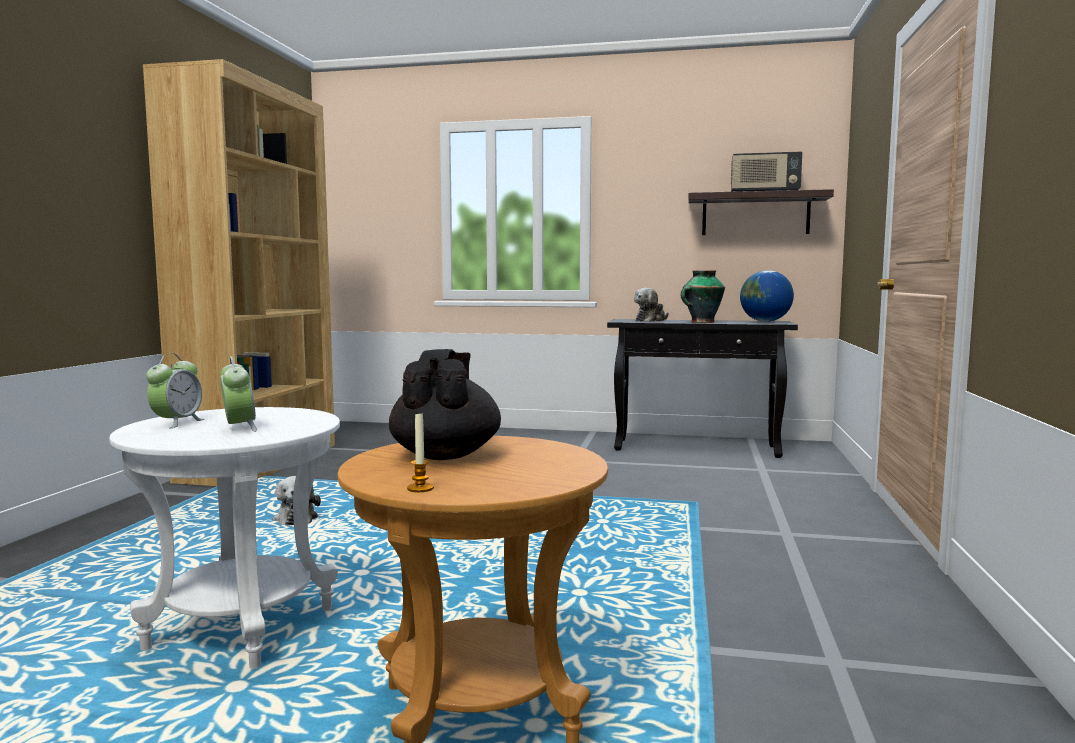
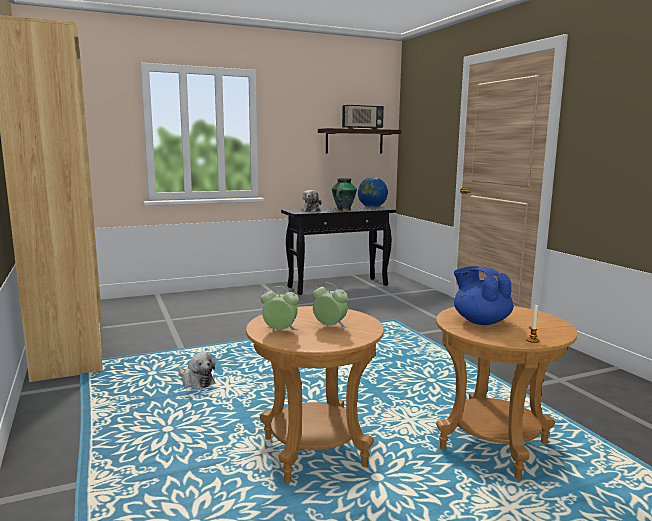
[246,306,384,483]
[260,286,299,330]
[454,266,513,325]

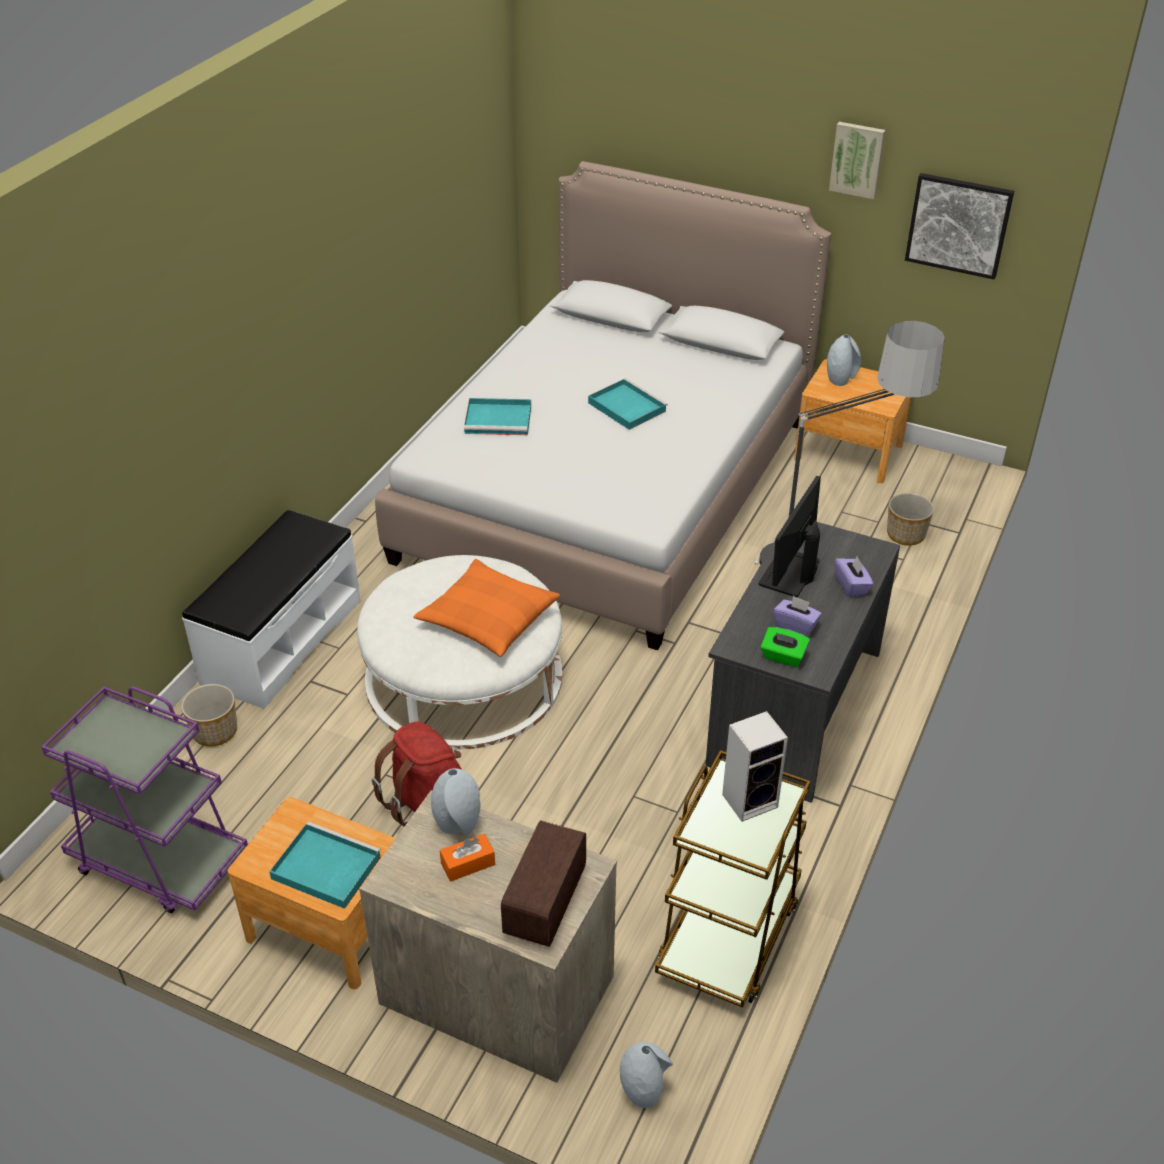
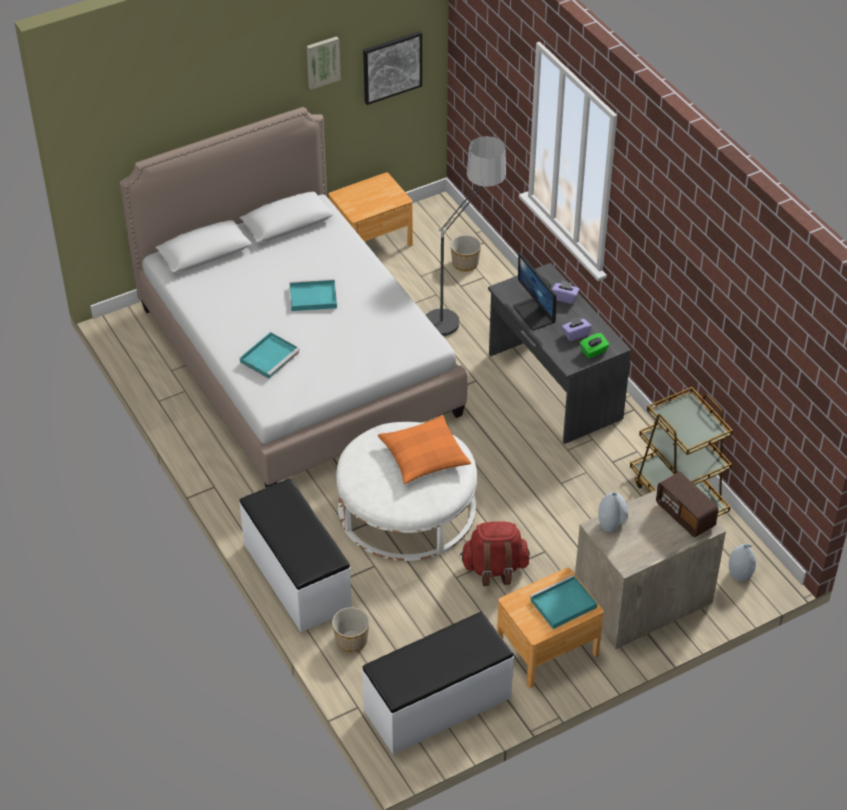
[362,612,514,755]
[440,834,495,882] (first image)
[722,711,788,822] (first image)
[827,334,861,386] (first image)

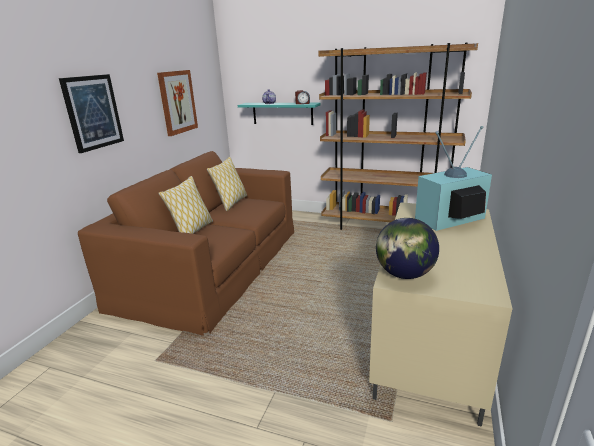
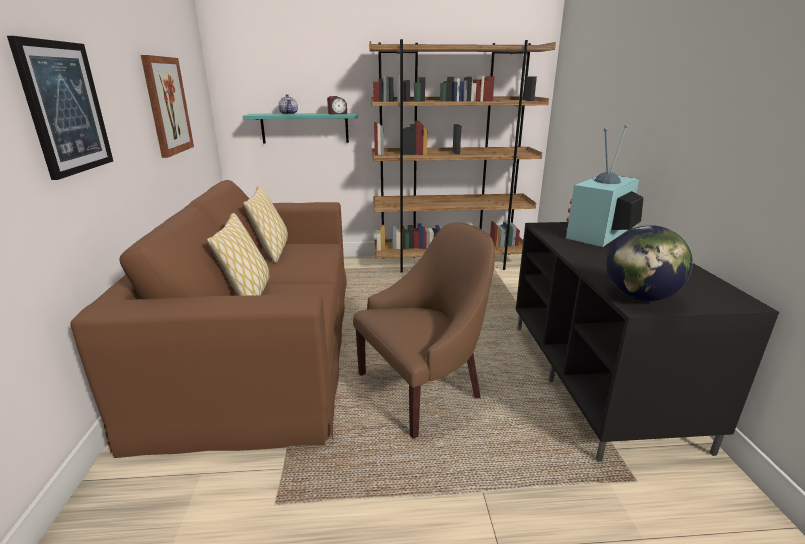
[516,222,779,462]
[353,222,495,439]

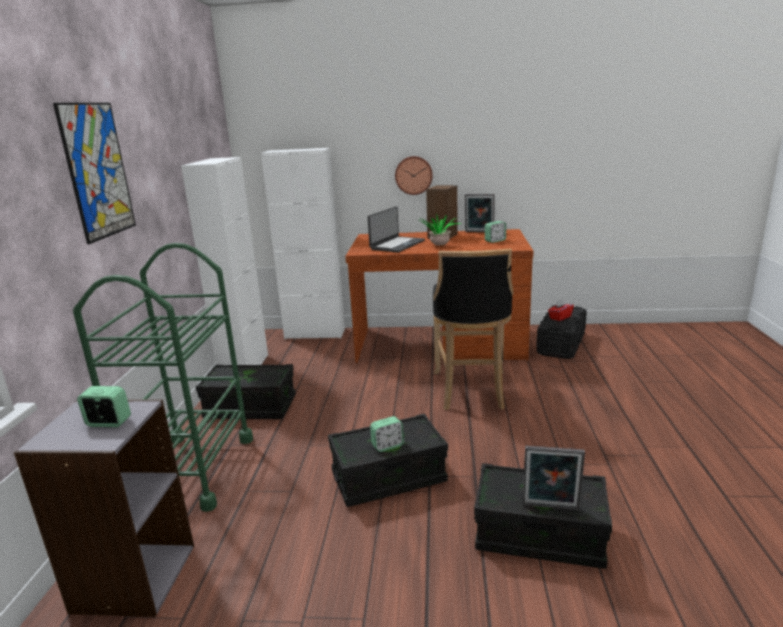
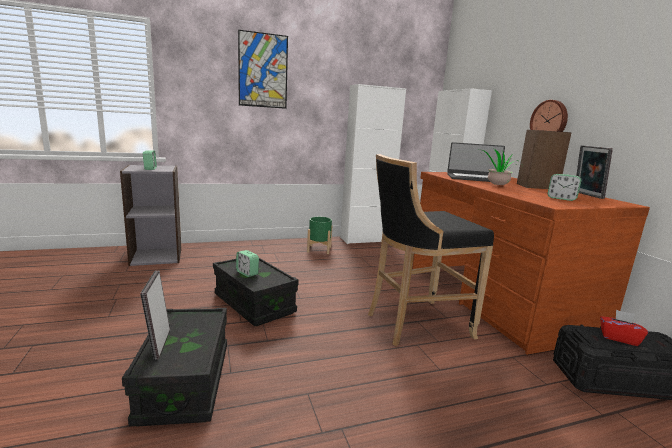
[73,243,253,512] (first image)
[307,217,332,254]

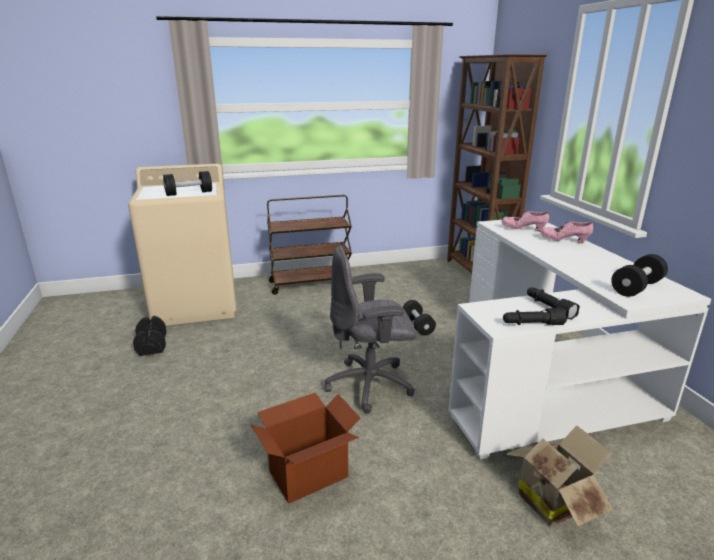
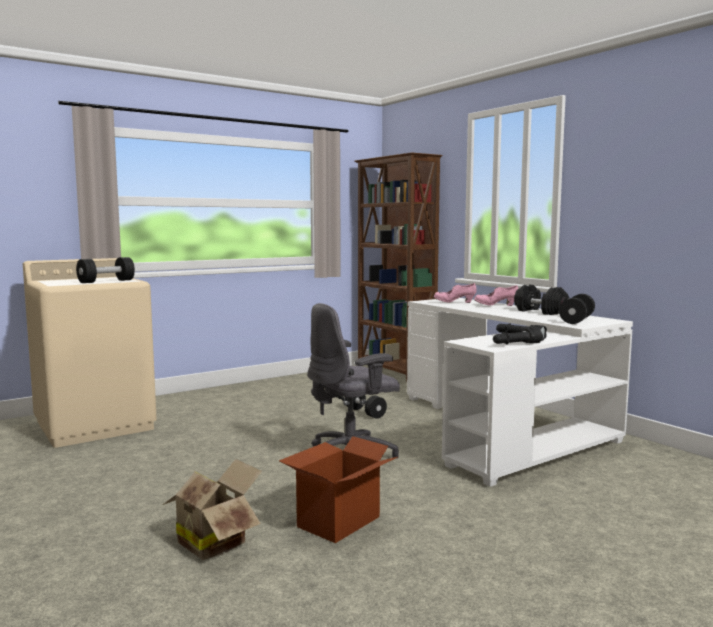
[514,284,569,315]
[267,195,352,295] (first image)
[163,459,262,560]

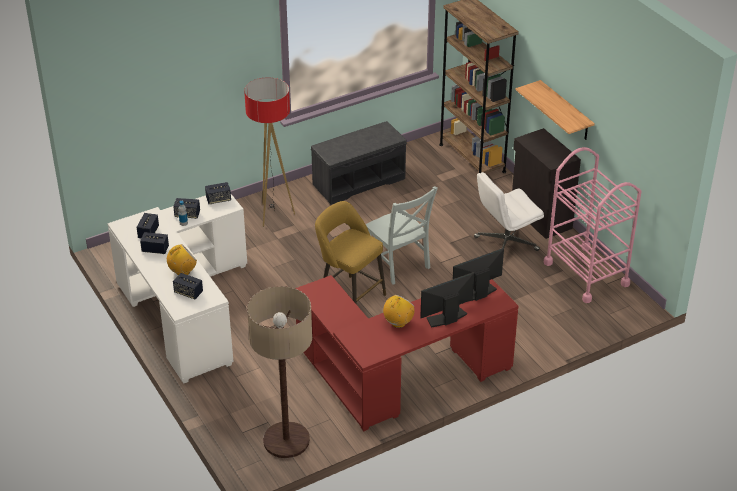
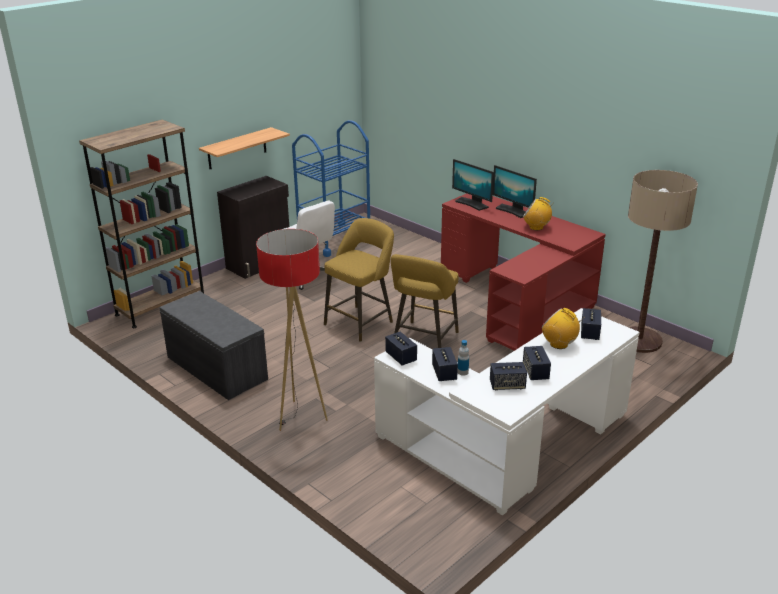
[324,218,394,342]
[292,120,370,257]

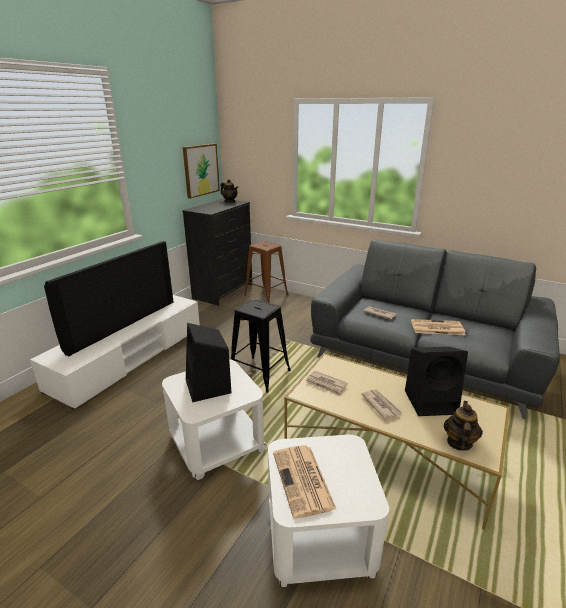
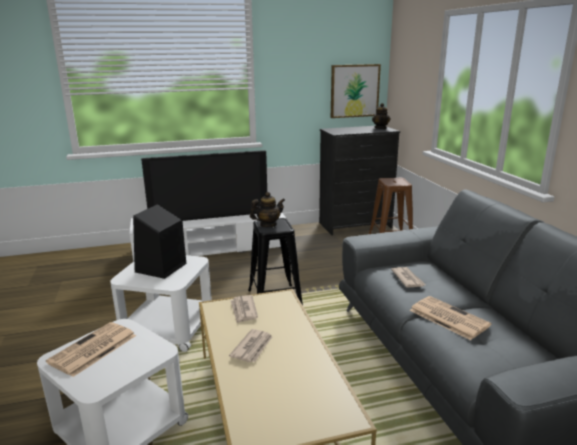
[405,347,468,416] (first image)
[250,192,285,227]

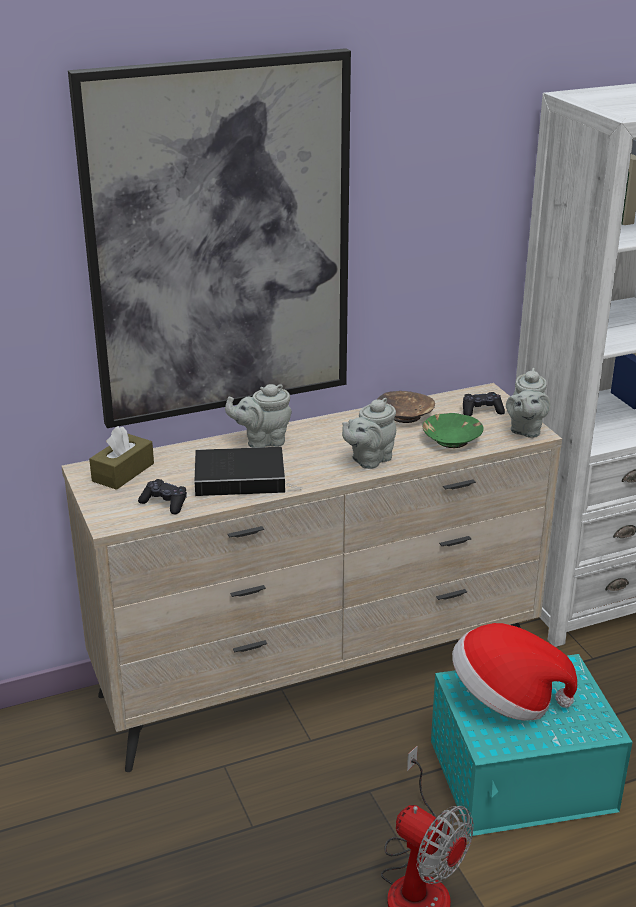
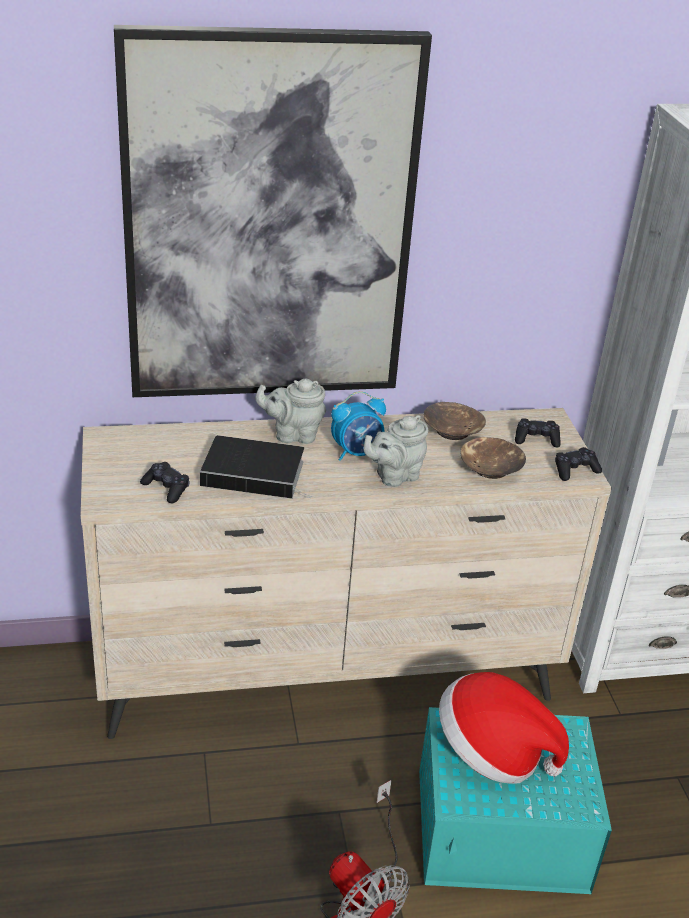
[89,426,154,490] (first image)
[460,437,526,479]
[555,447,602,481]
[331,391,386,461]

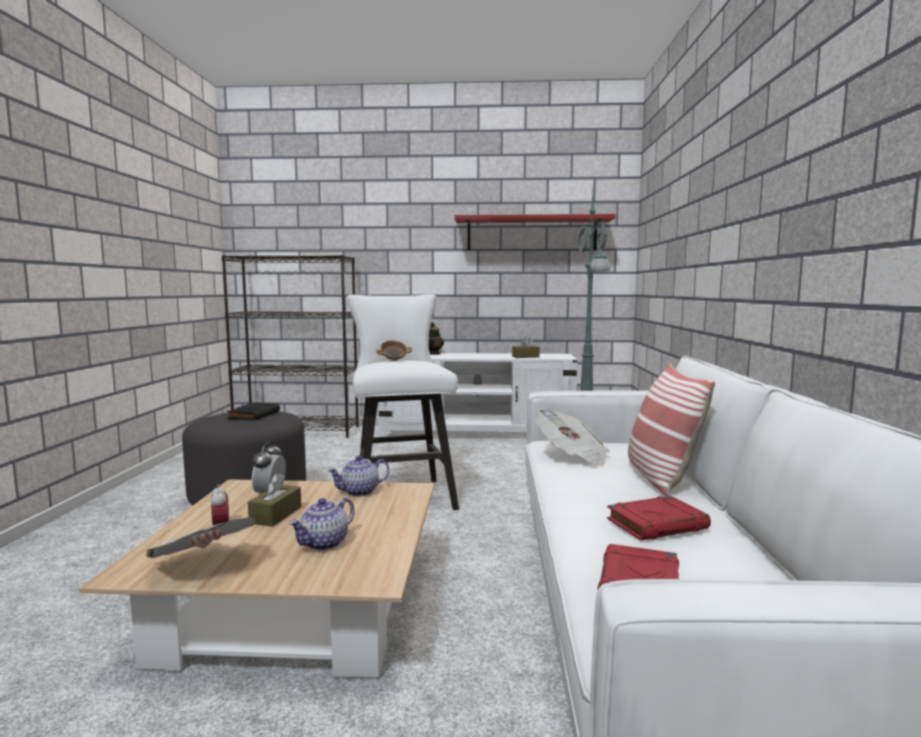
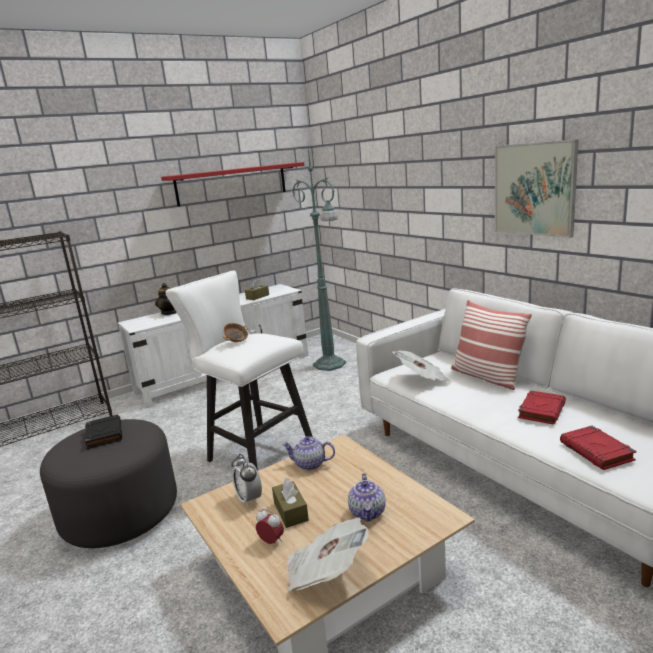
[282,436,335,470]
[495,139,579,238]

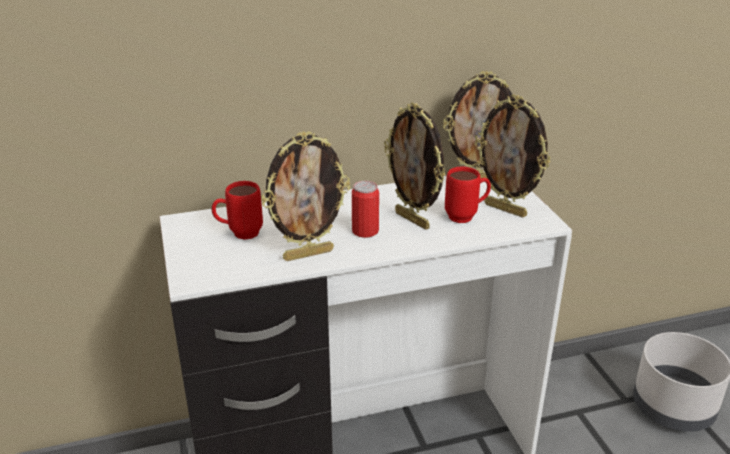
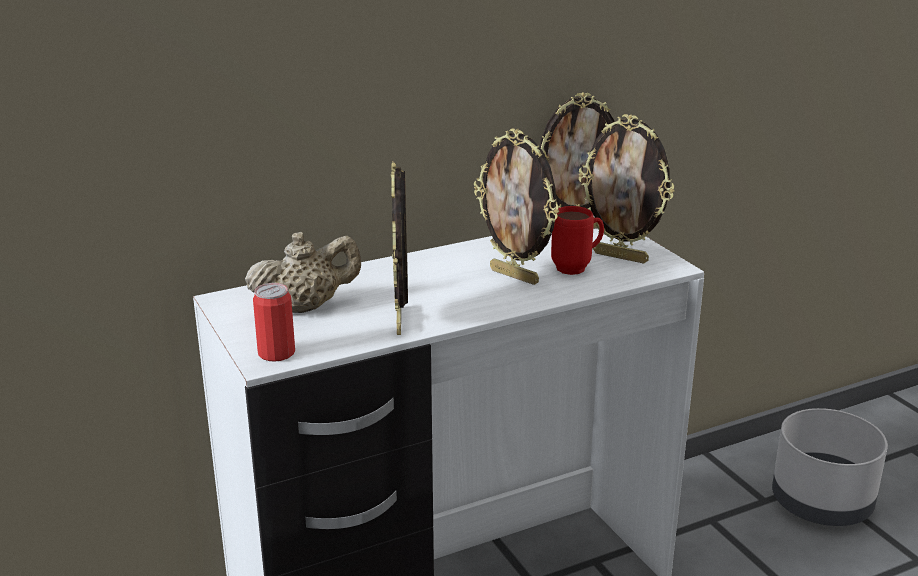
[245,232,361,313]
[391,161,408,335]
[253,283,295,362]

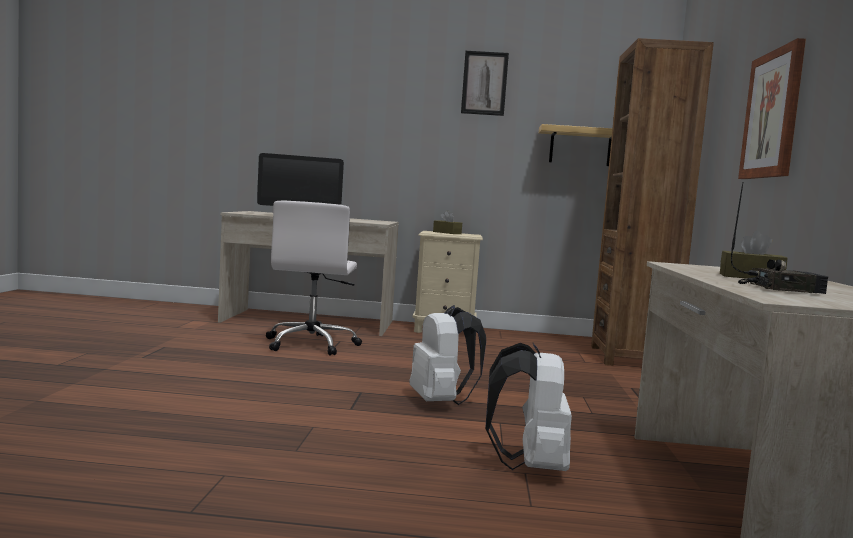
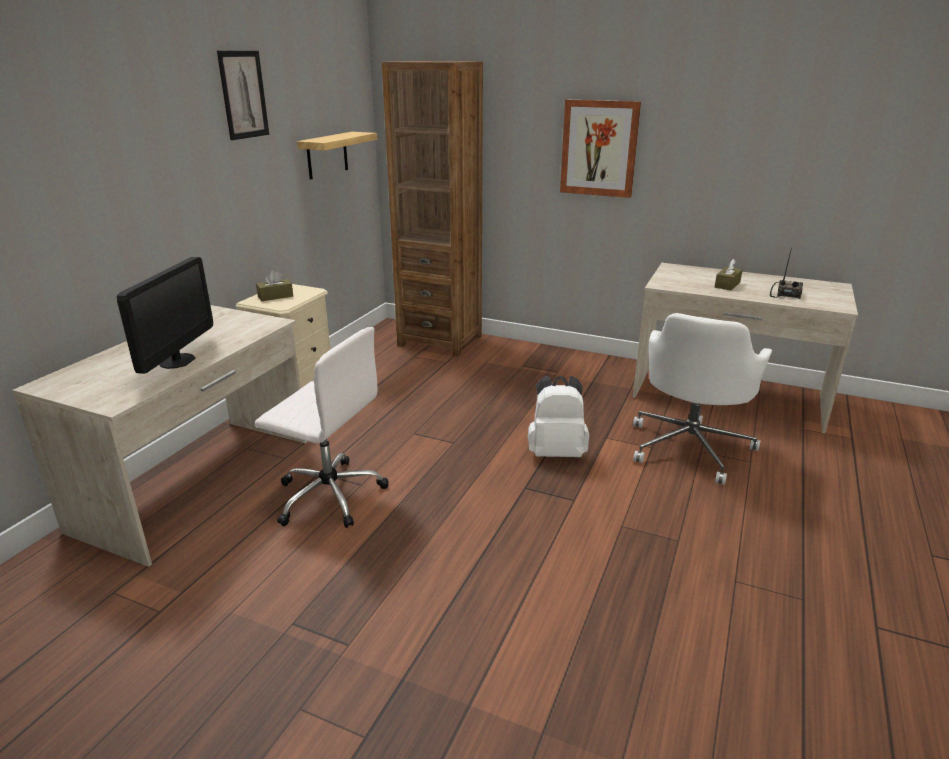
[633,313,772,485]

